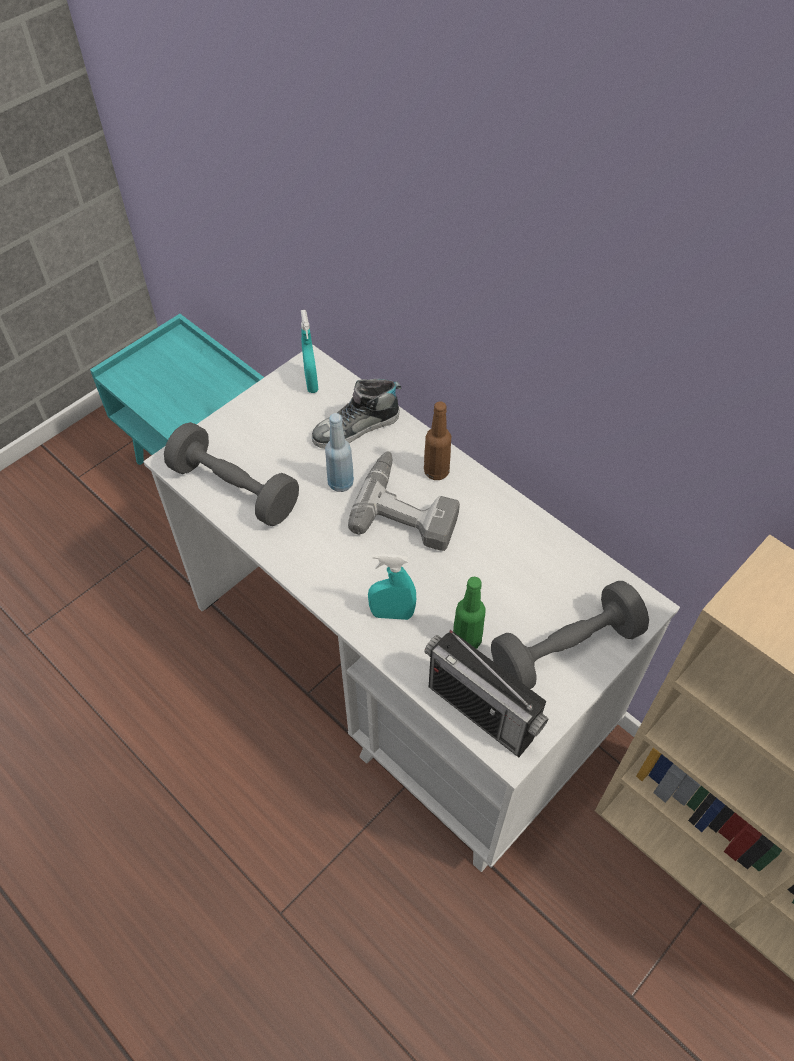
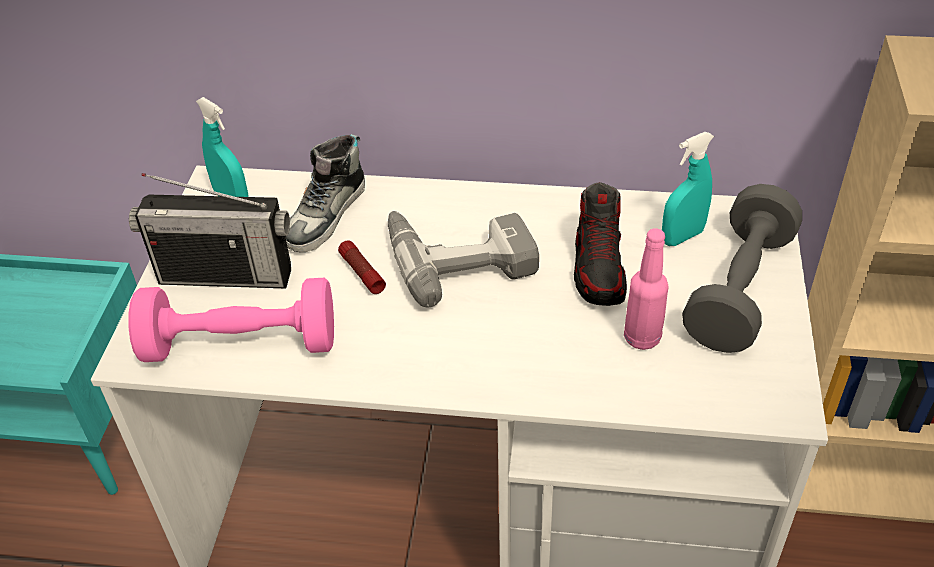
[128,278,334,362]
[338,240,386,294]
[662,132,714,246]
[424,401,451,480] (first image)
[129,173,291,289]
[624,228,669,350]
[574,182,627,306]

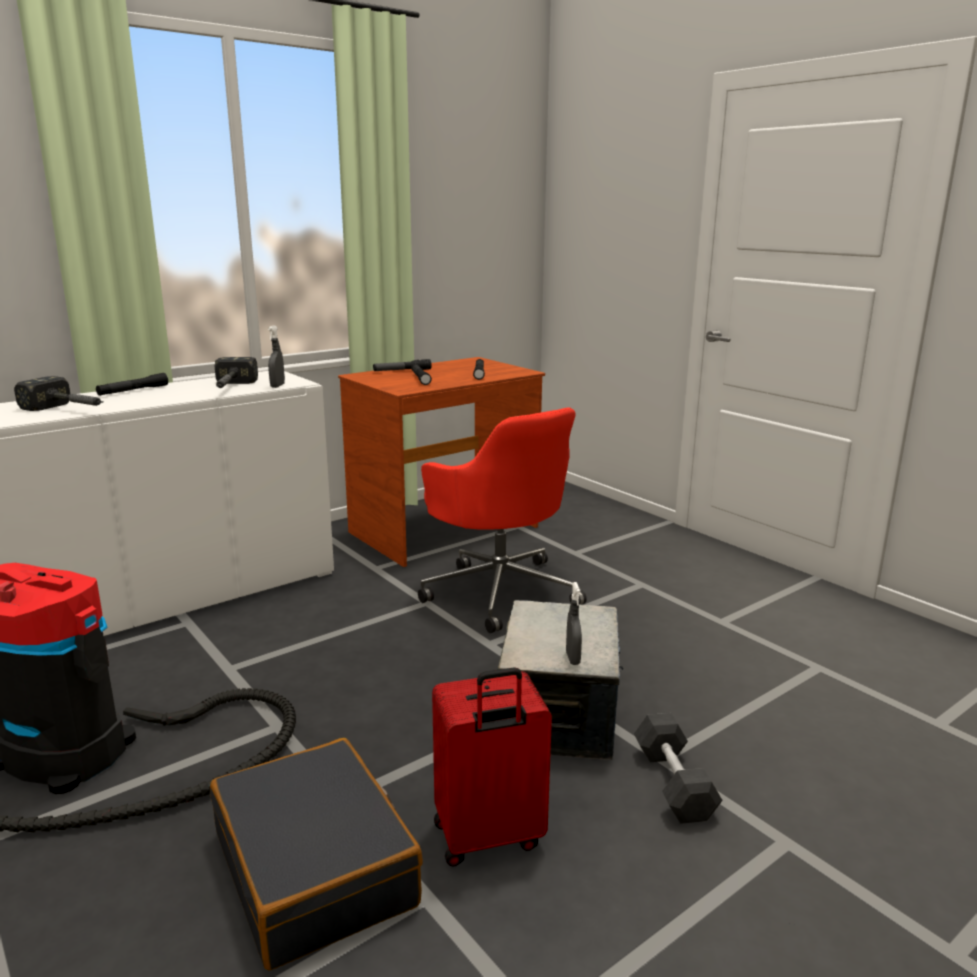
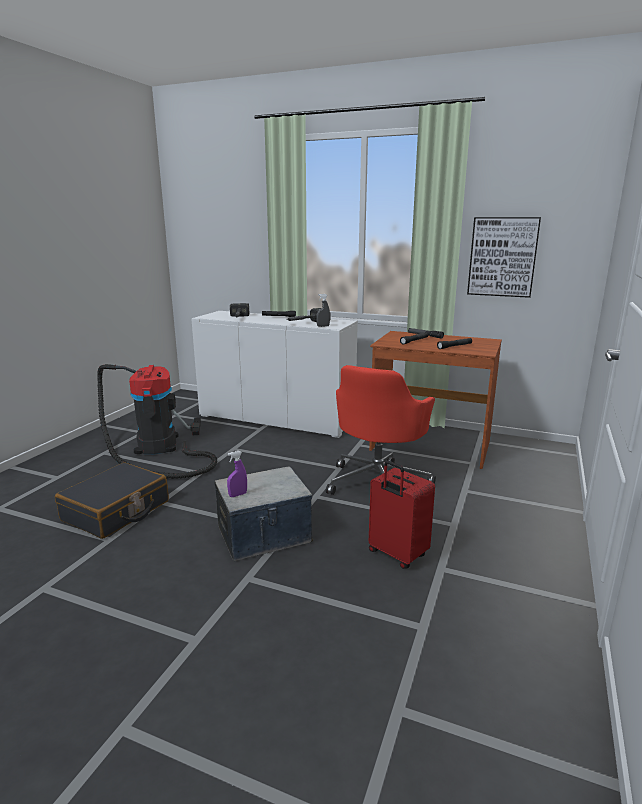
[369,461,435,569]
[227,451,247,497]
[634,713,723,824] (first image)
[467,217,541,298]

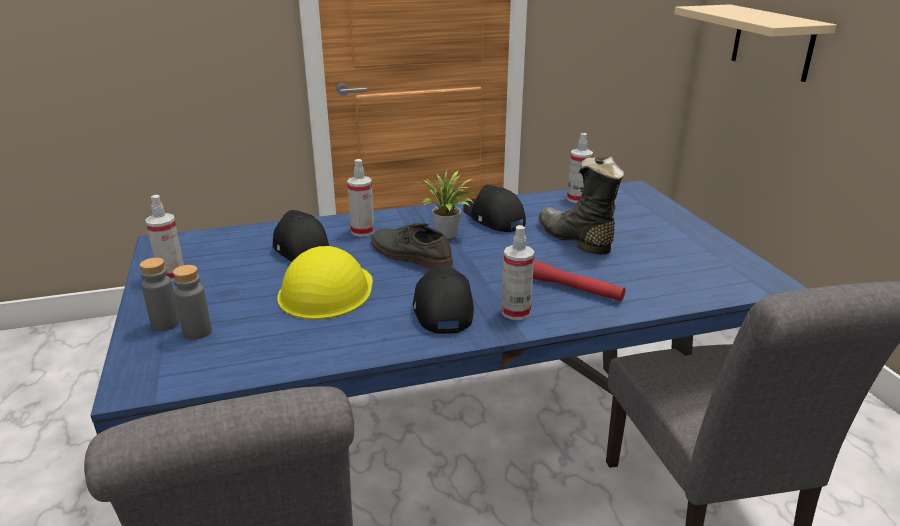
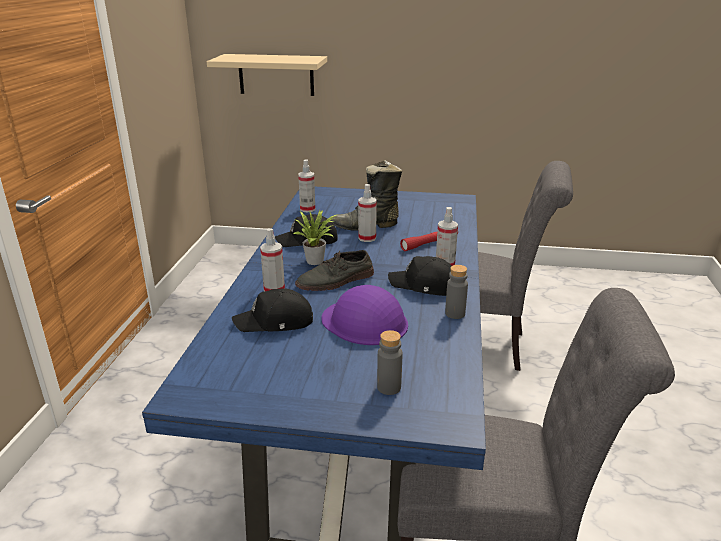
[445,265,468,319]
[358,184,377,242]
[321,285,408,345]

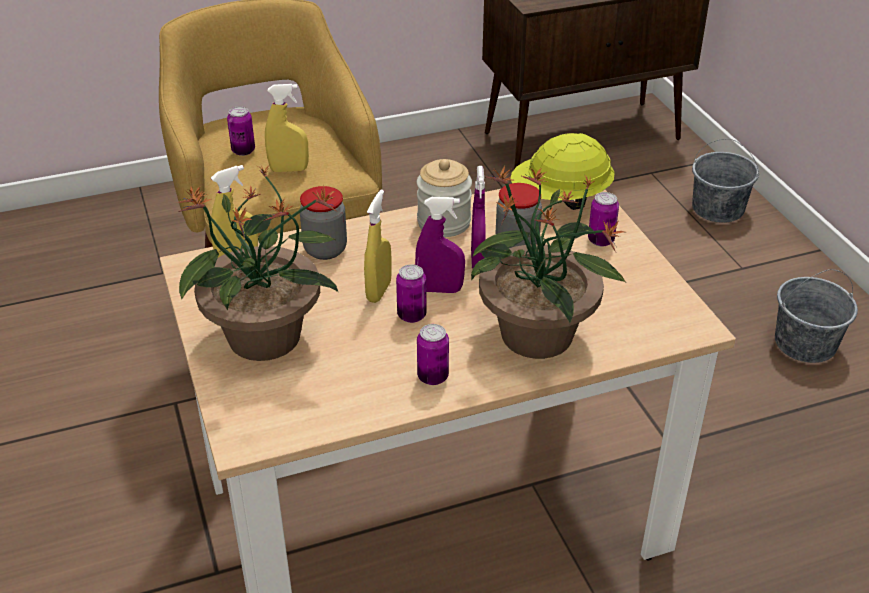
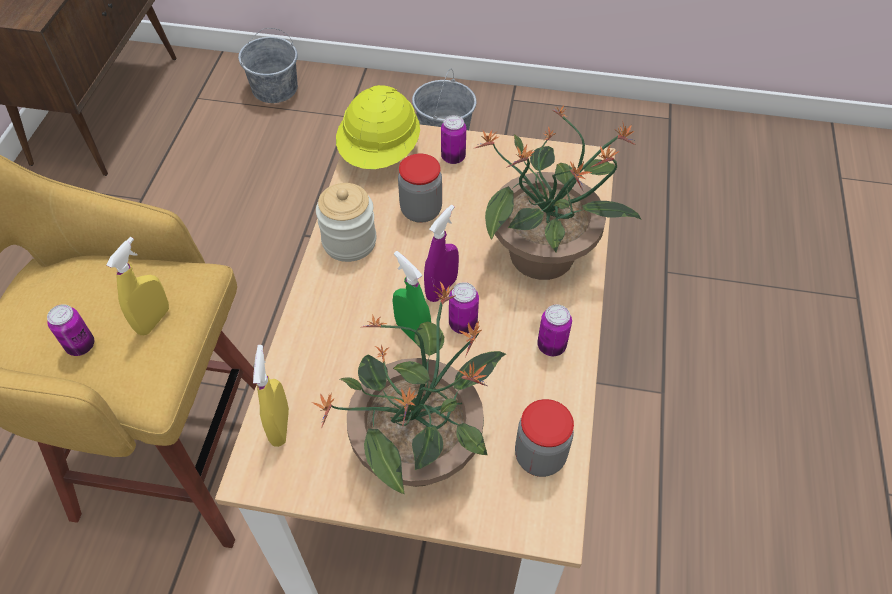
[515,399,574,477]
[393,251,431,343]
[471,166,486,269] (first image)

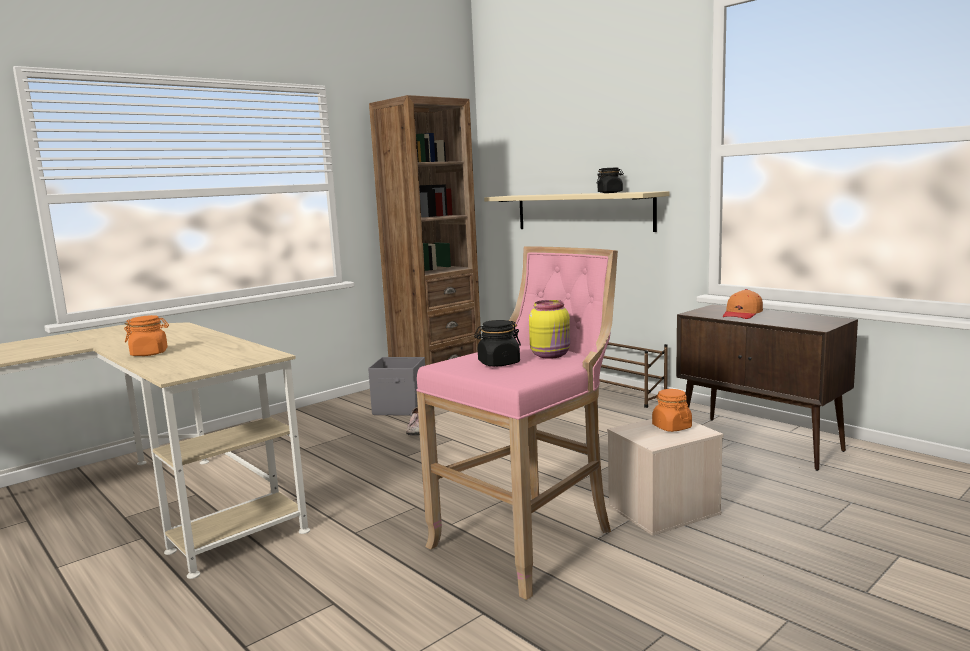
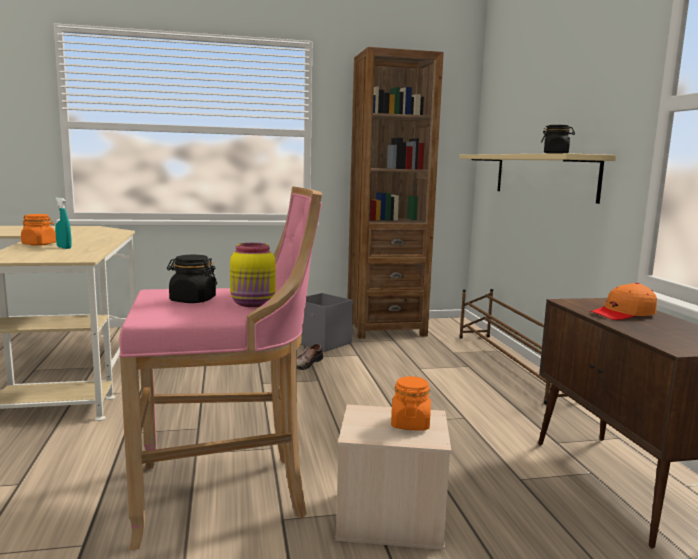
[55,197,72,249]

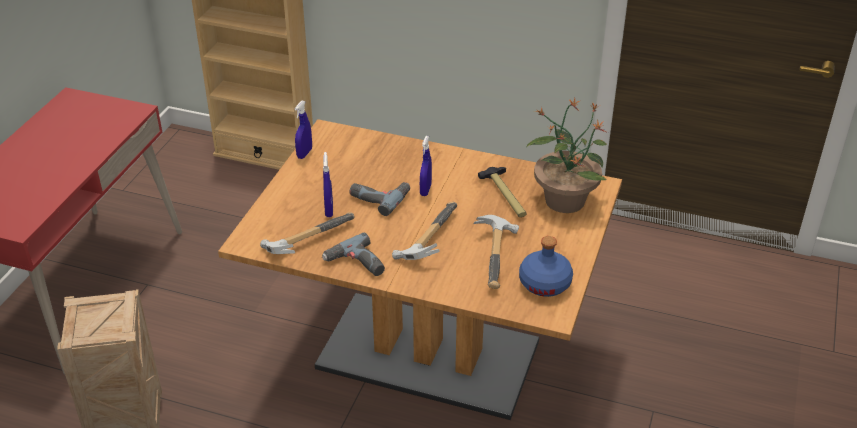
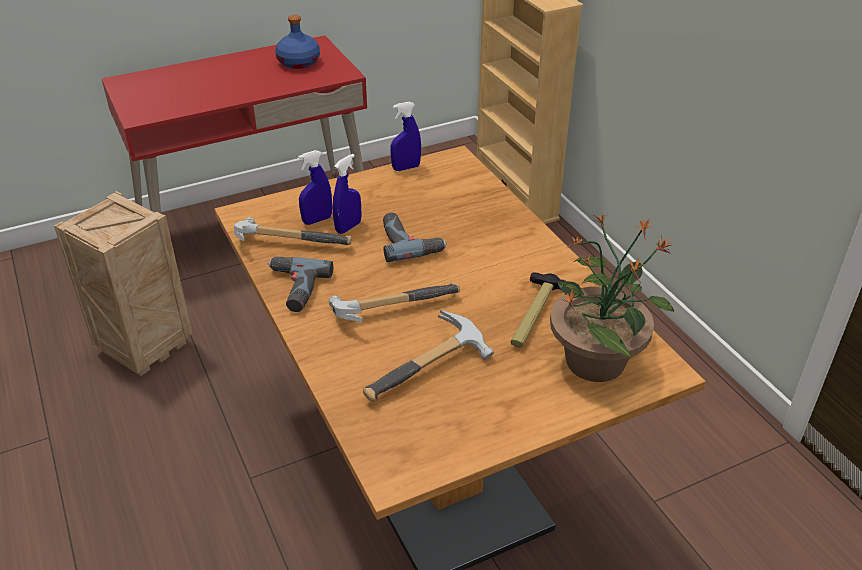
[298,150,332,225]
[275,15,320,69]

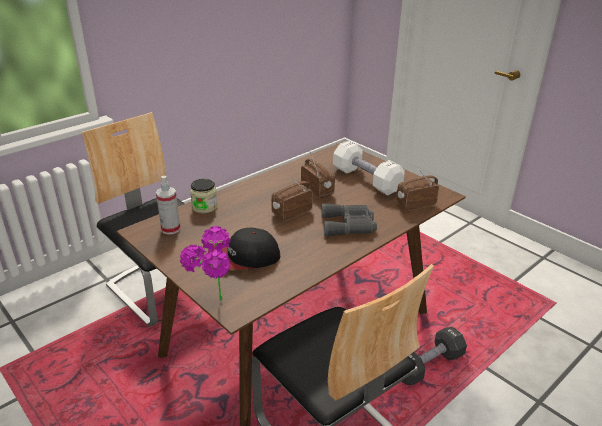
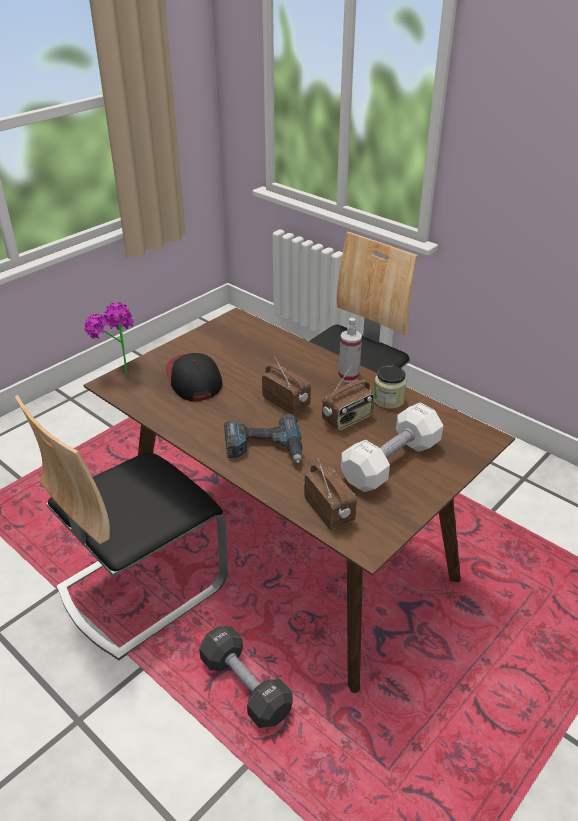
[338,318,362,382]
[374,365,407,409]
[224,413,302,463]

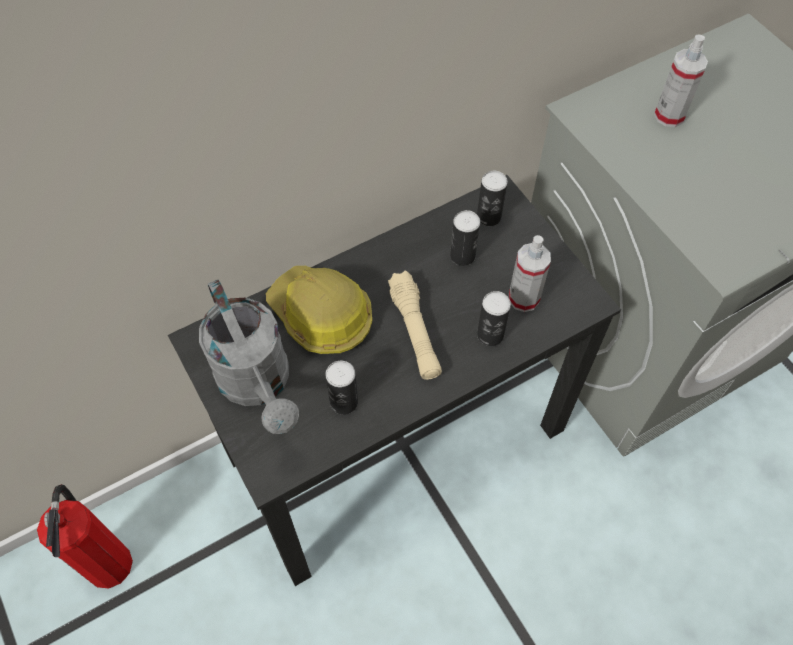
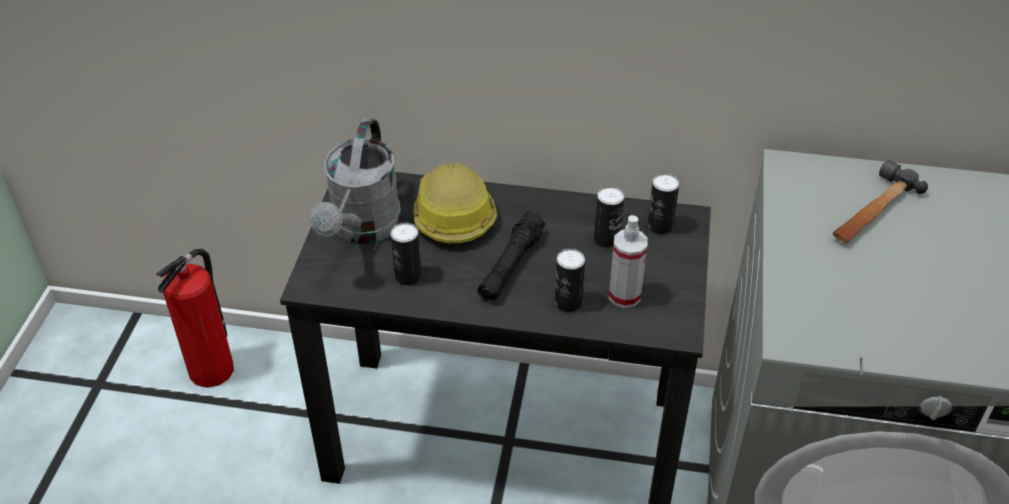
[478,211,545,301]
[833,160,928,243]

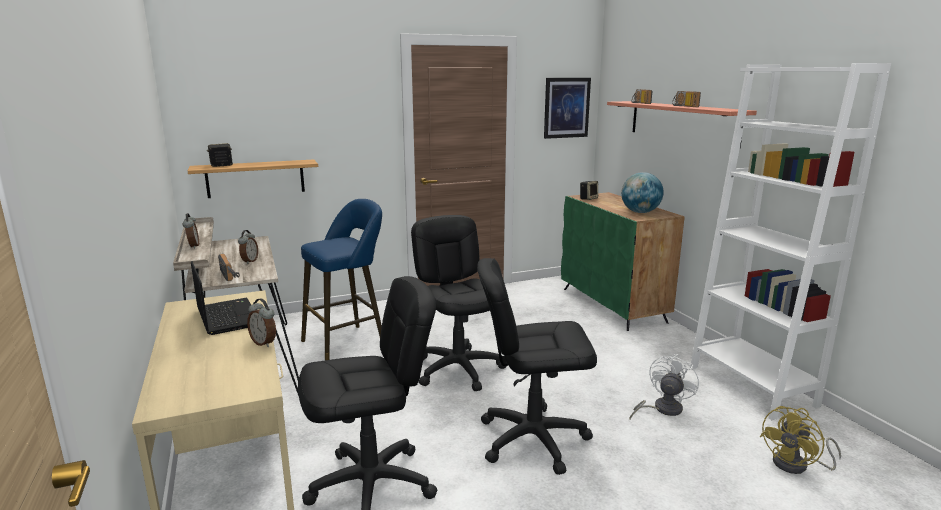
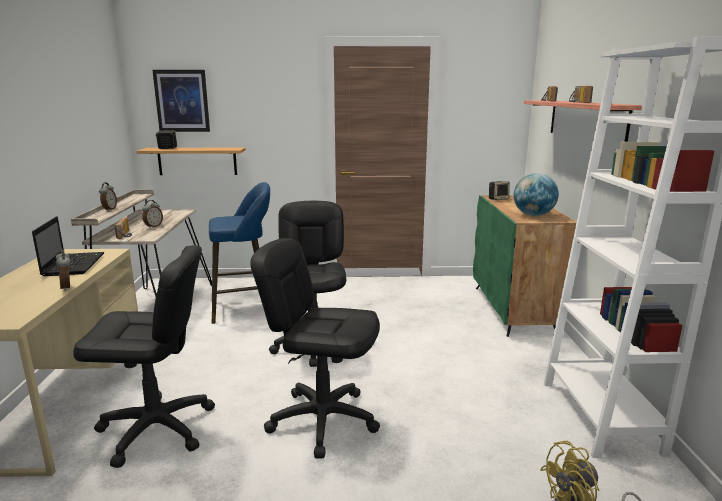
[152,70,210,132]
[630,354,699,419] (first image)

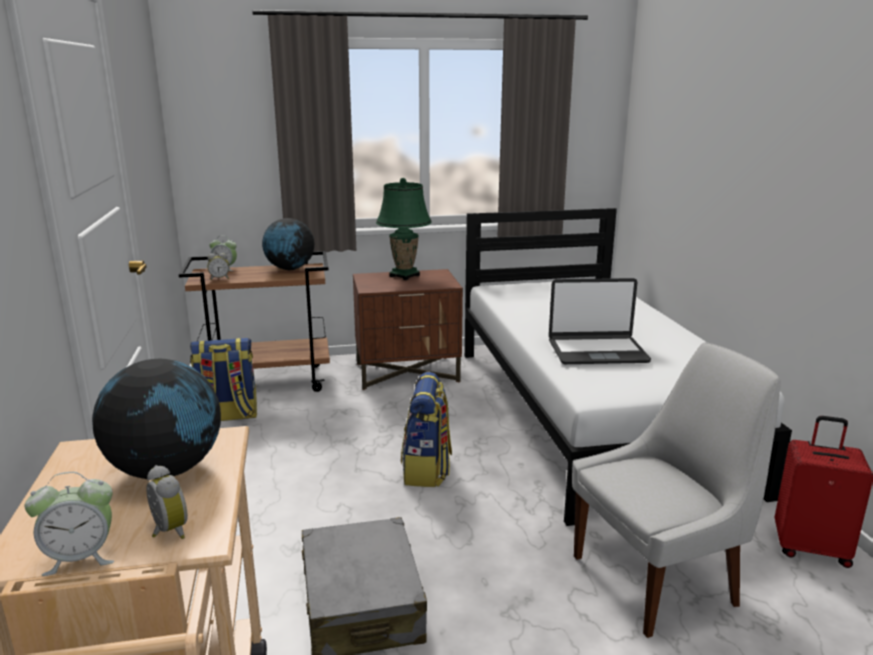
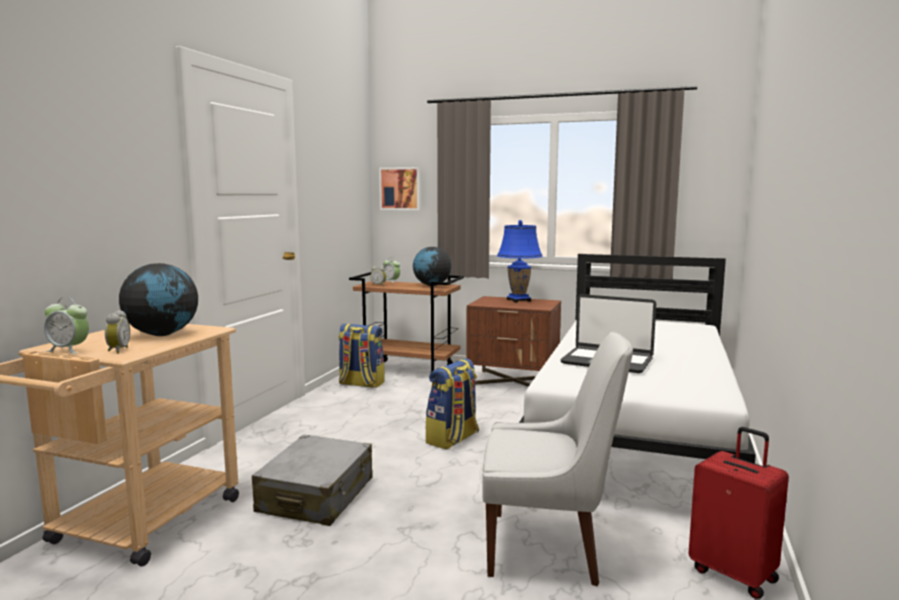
[497,220,542,303]
[379,167,421,210]

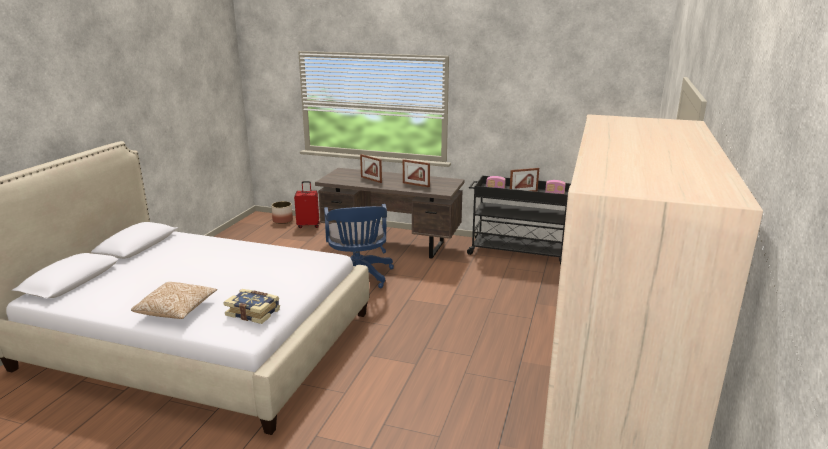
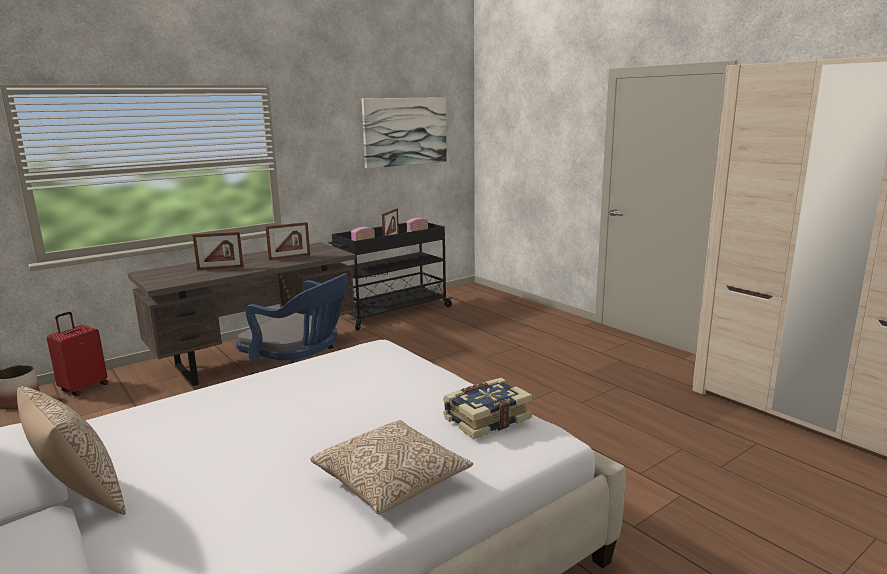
[17,386,126,515]
[362,97,447,168]

